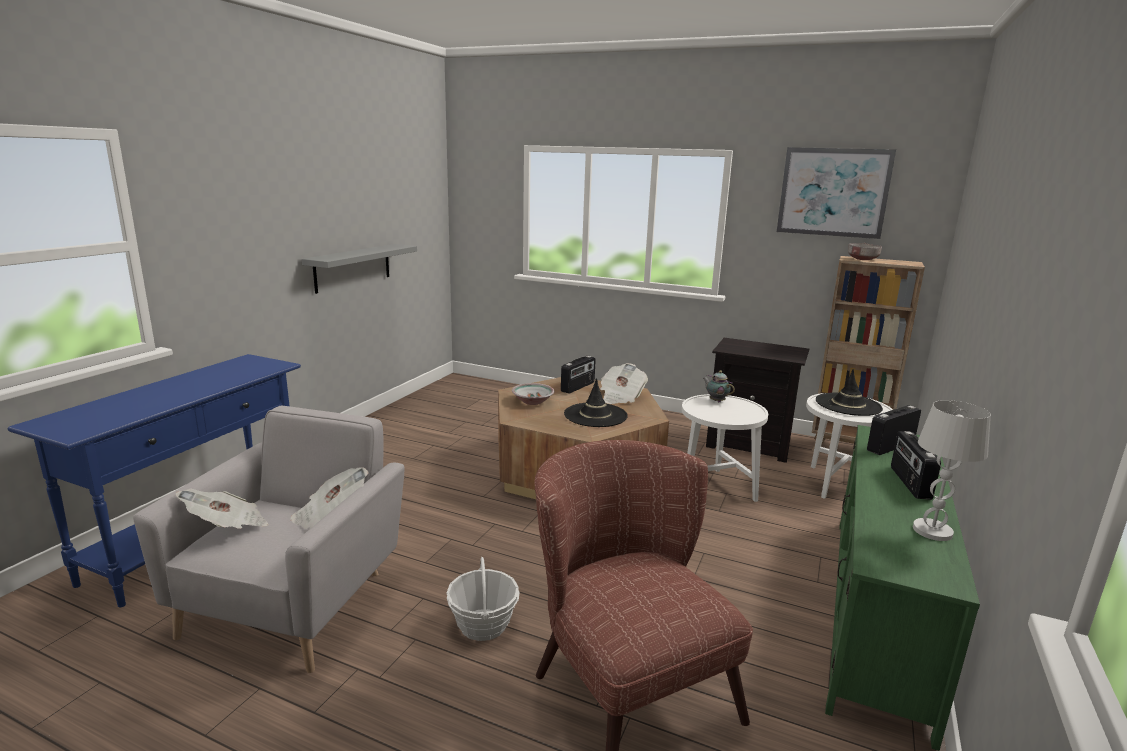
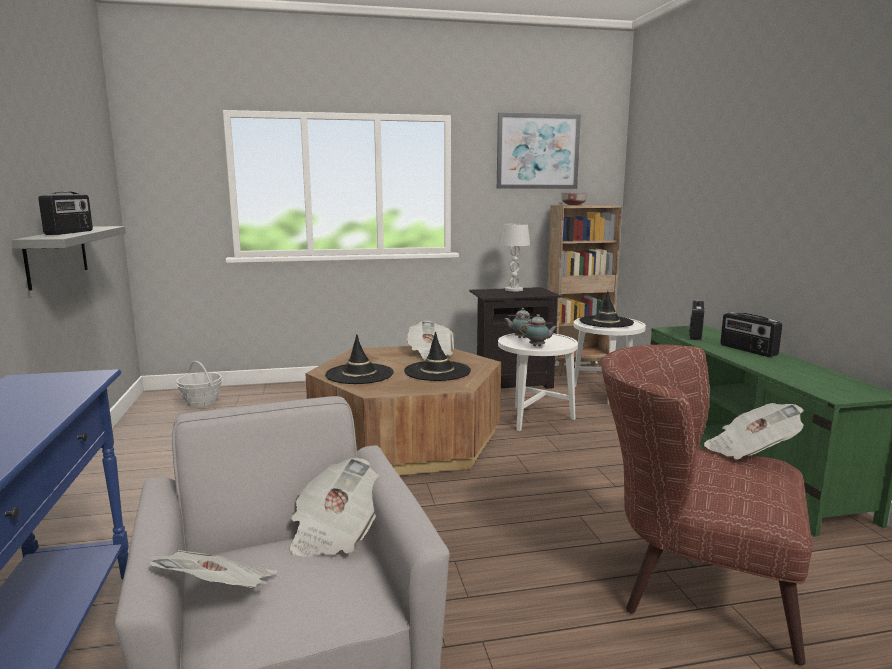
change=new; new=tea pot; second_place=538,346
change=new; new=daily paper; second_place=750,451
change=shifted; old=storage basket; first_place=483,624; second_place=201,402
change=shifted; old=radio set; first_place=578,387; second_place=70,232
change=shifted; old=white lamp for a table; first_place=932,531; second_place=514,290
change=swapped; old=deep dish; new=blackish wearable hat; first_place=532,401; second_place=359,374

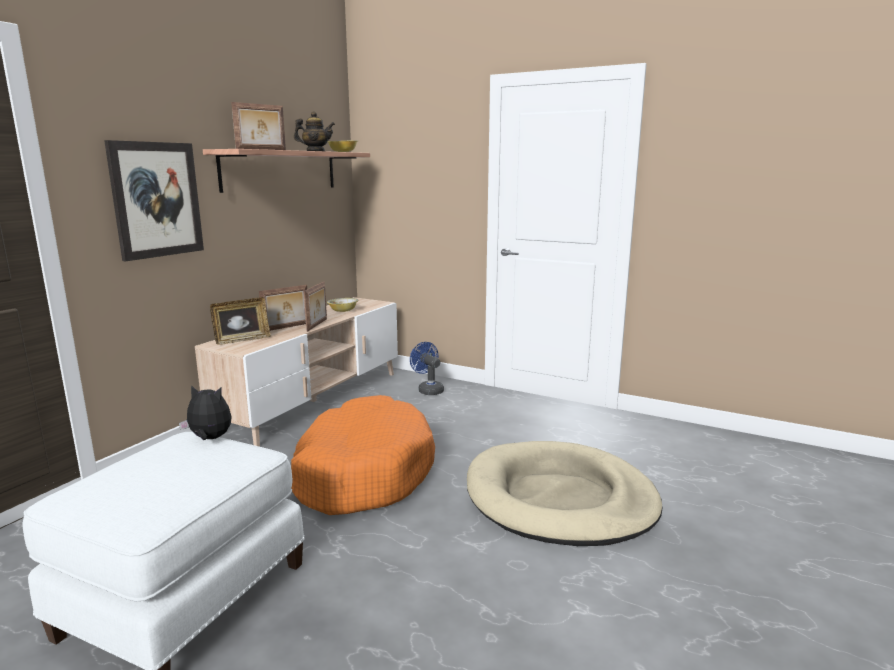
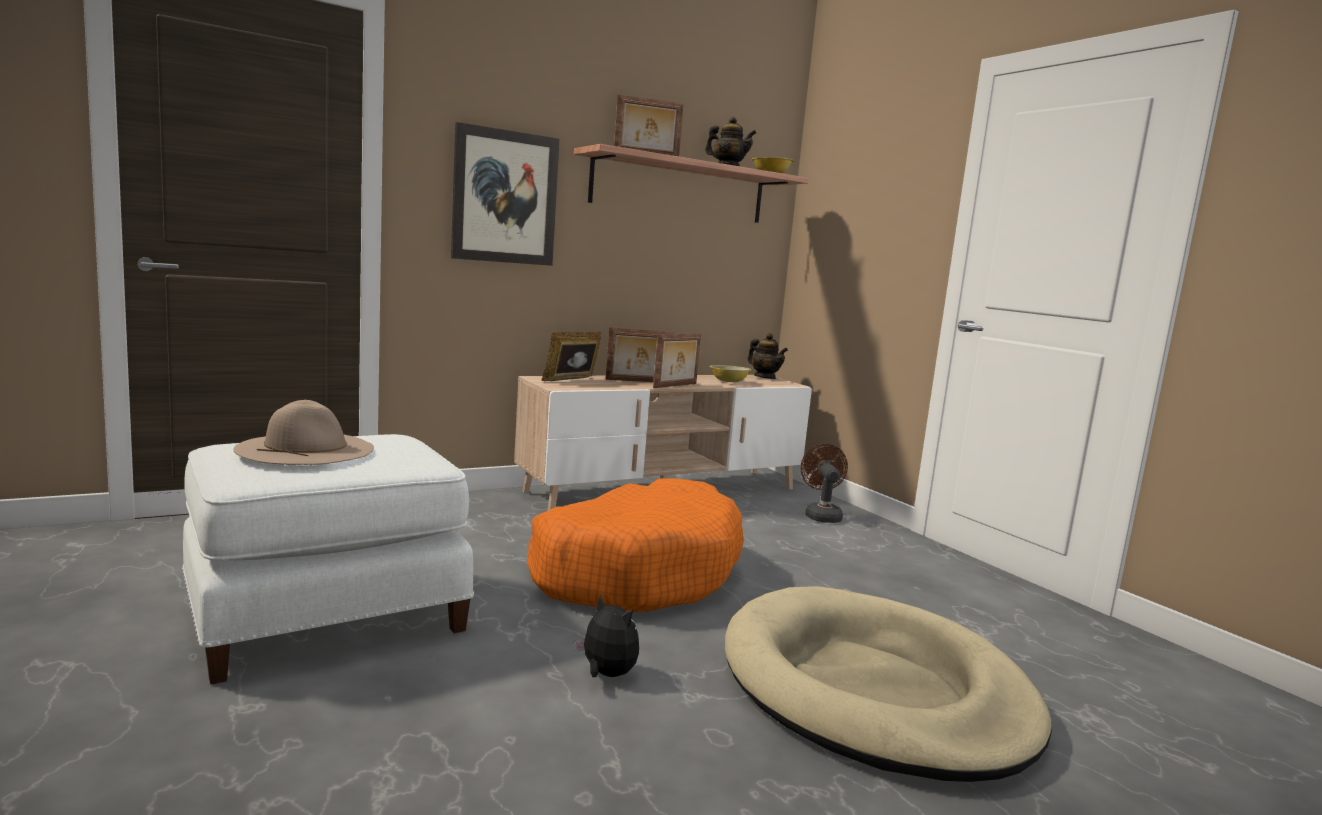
change=new; new=sand-coloured wearable hat; second_place=306,448
change=new; new=tea pot; second_place=765,377
change=shifted; old=cuddly toy; first_place=209,439; second_place=606,674
change=repainted; old=bluish fan; new=brown fan; first_place=428,390; second_place=821,515
change=rotated; old=picture frame; first_place=242,340; second_place=572,381; degrees=135

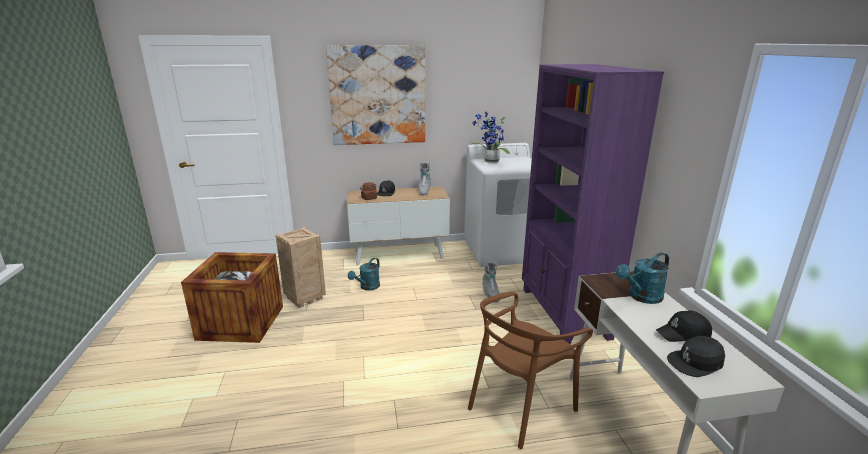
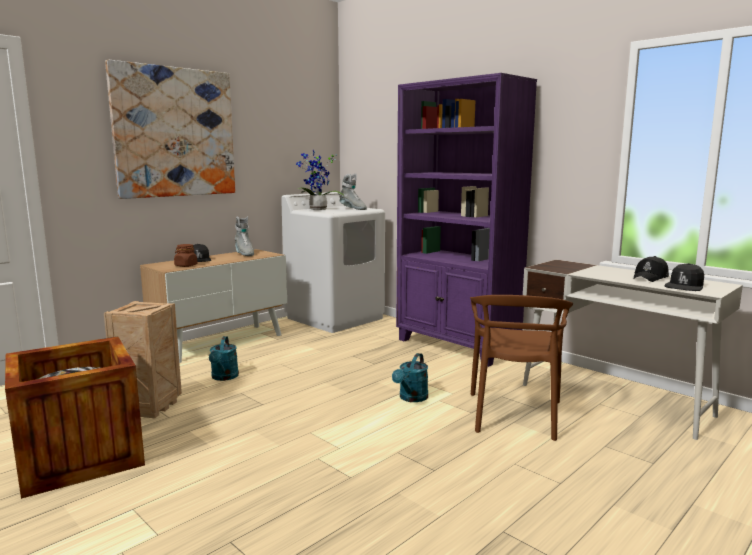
change=shifted; old=greyish boot; first_place=490,294; second_place=352,209
change=shifted; old=blue-green watering can; first_place=641,297; second_place=411,398

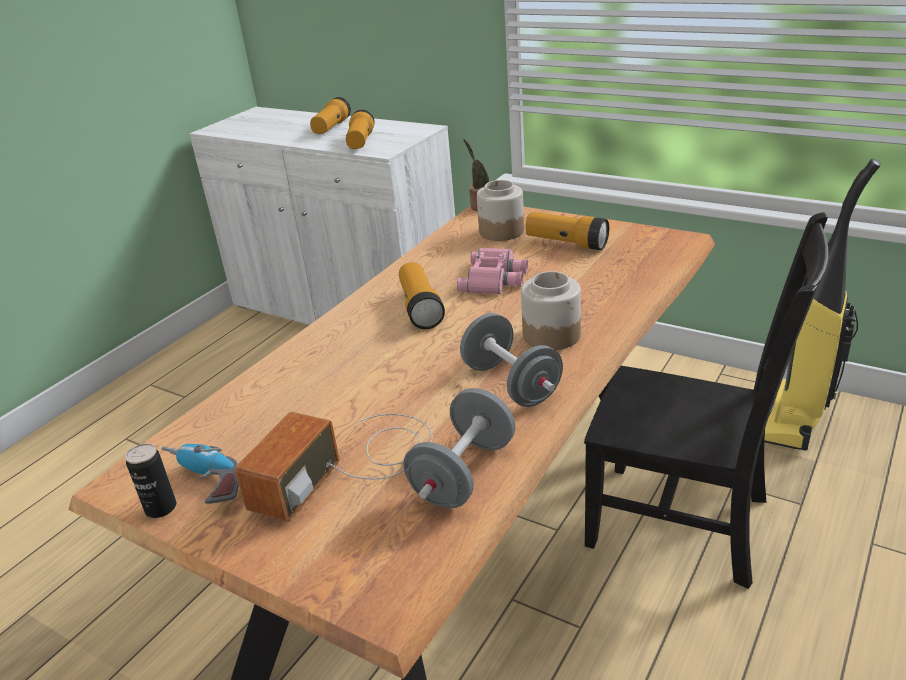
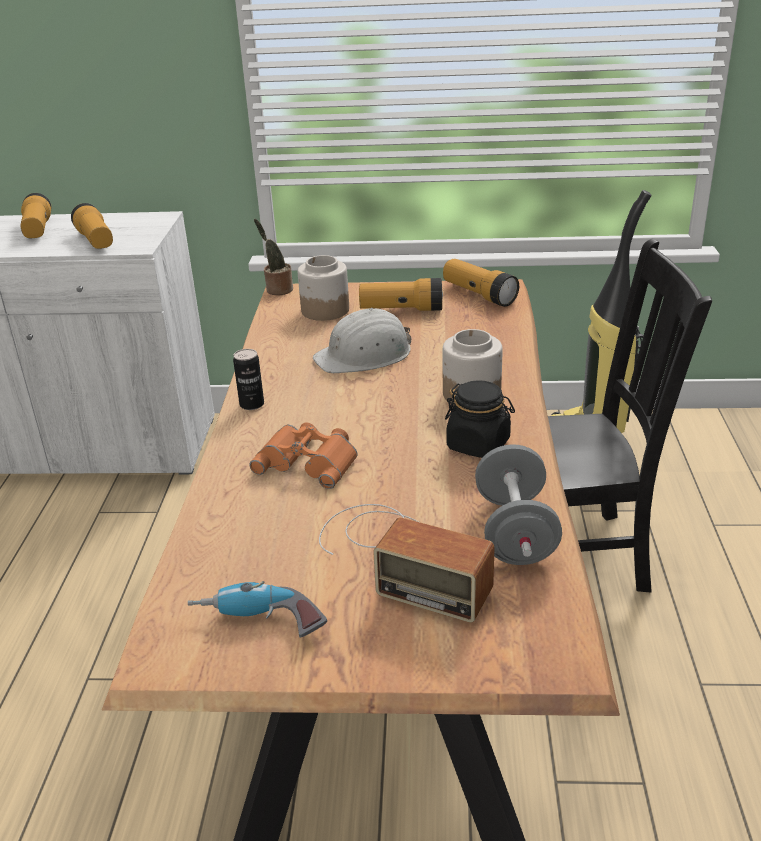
change=new; new=orangey field glasses; second_place=309,461
change=shifted; old=sealed can; first_place=161,508; second_place=252,404
change=shifted; old=flashlight; first_place=420,308; second_place=479,294
change=swapped; old=pinkish field glasses; new=white work helmet; first_place=495,278; second_place=365,355
change=swapped; old=greyish dumbbell; new=blackish preserve jar; first_place=511,384; second_place=478,444
change=rotated; old=radio set; first_place=351,464; second_place=400,556; degrees=-60

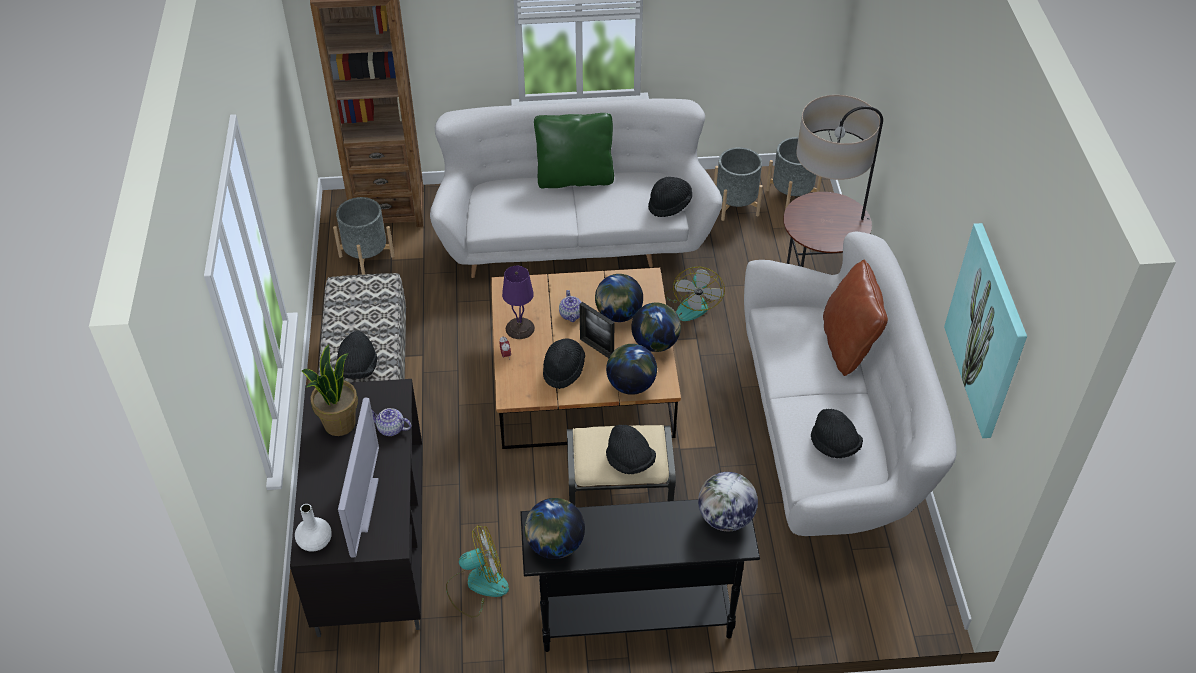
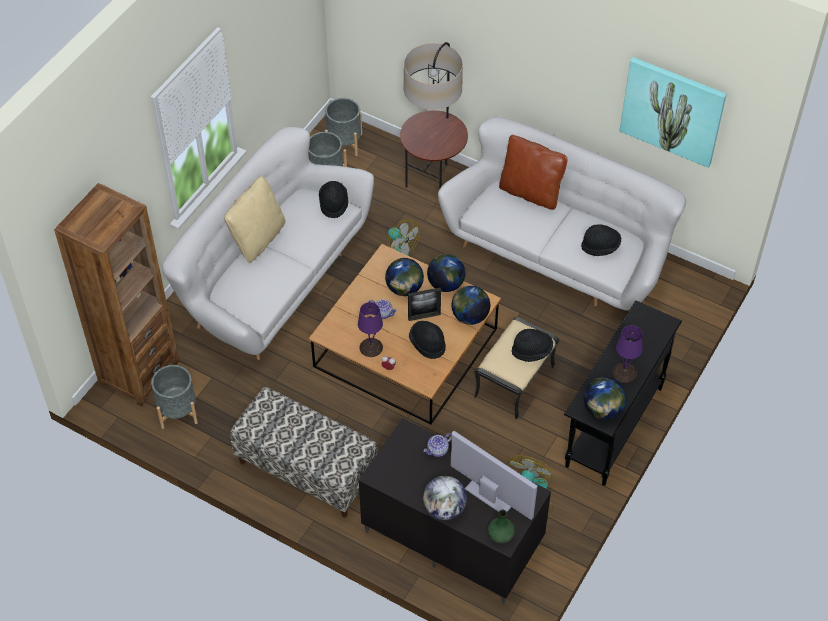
change=gone; old=houseplant; first_place=339,423
change=gone; old=blackish wearable hat; first_place=357,368
change=new; new=purple-coloured lamp for a table; second_place=625,372
change=shifted; old=desk globe; first_place=725,518; second_place=444,508
change=repainted; old=white decorative vase; new=greenish decorative vase; first_place=315,541; second_place=500,534
change=repainted; old=greenish pillow; new=sand-coloured pillow; first_place=574,178; second_place=258,239

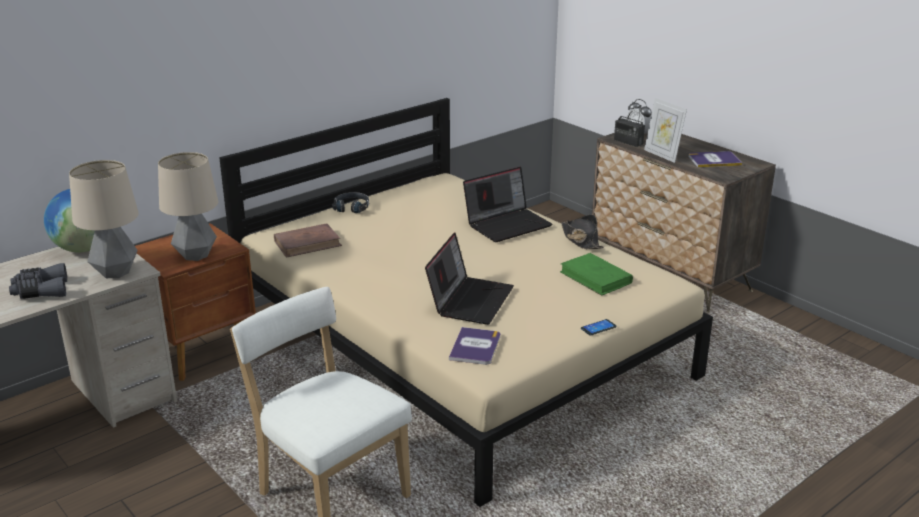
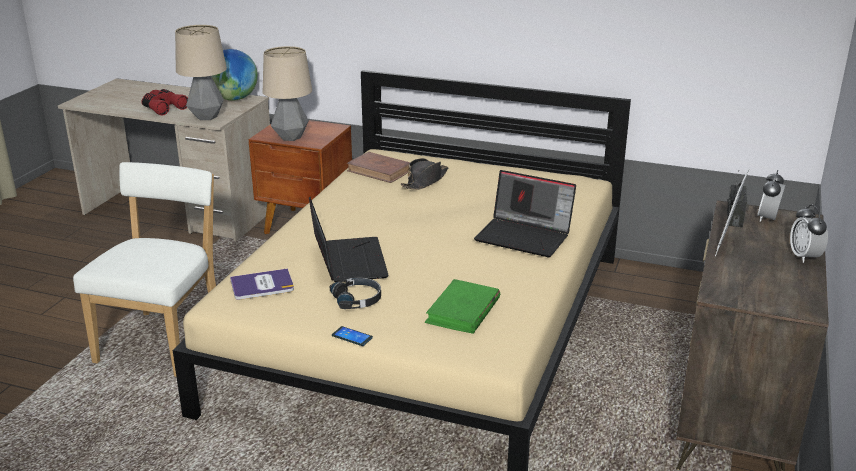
change=gone; old=volume; first_place=714,160
change=new; new=alarm clock; second_place=804,257
change=shifted; old=blackish pair of headphones; first_place=352,207; second_place=357,299
change=shifted; old=blackish wearable hat; first_place=581,239; second_place=425,181
change=repainted; old=greyish field glasses; new=reddish field glasses; first_place=40,291; second_place=163,108
change=rotated; old=laptop; first_place=470,300; second_place=347,260; degrees=-90

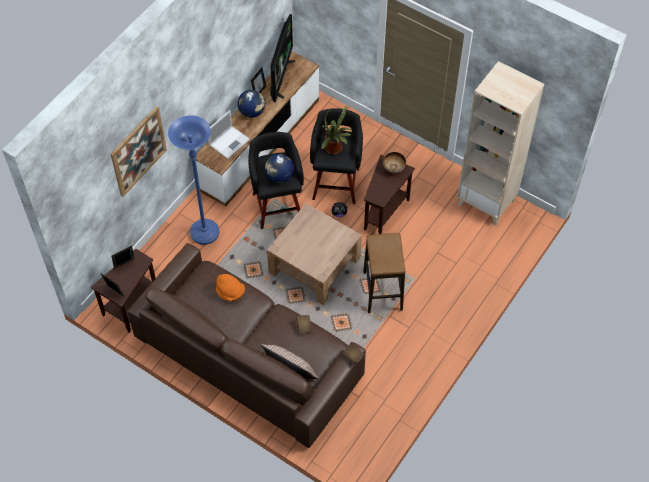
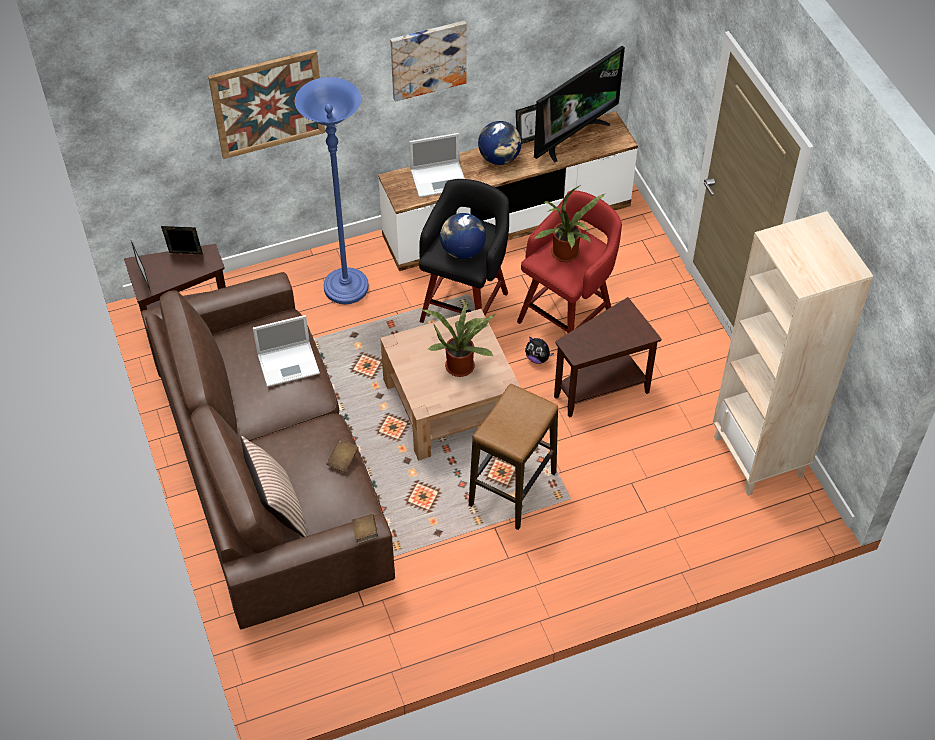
change=gone; old=deep dish; first_place=394,169
change=new; new=picture; second_place=428,59
change=new; new=houseplant; second_place=461,364
change=swapped; old=orangey wearable hat; new=laptop; first_place=230,292; second_place=289,363
change=repainted; old=blackish stool seat; new=reddish stool seat; first_place=336,182; second_place=567,317

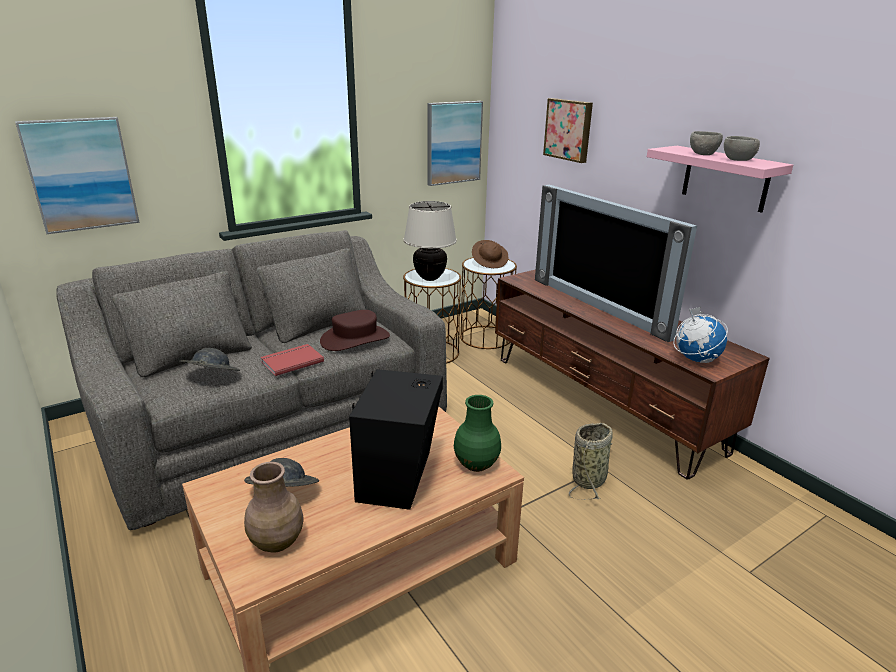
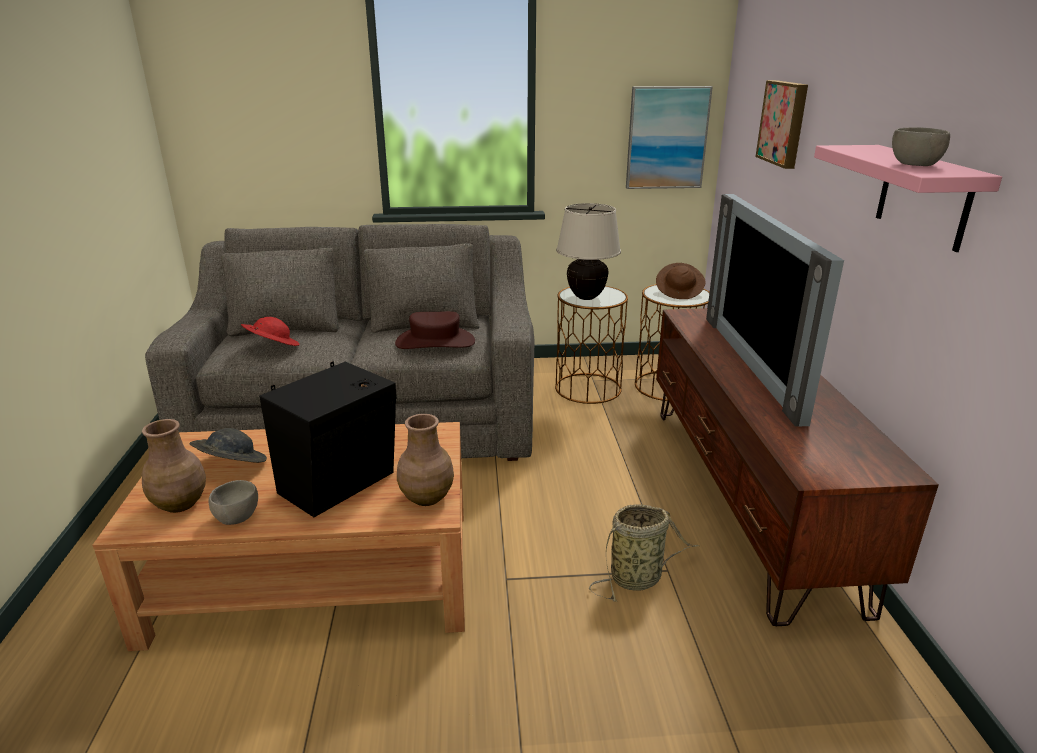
change=gone; old=picture; first_place=81,174
change=gone; old=reddish volume; first_place=291,361
change=gone; old=desk globe; first_place=695,359
change=shifted; old=greyish deep dish; first_place=702,154; second_place=236,517
change=repainted; old=greyish wearable hat; new=reddish wearable hat; first_place=211,377; second_place=272,347
change=repainted; old=greenish decorative vase; new=brown decorative vase; first_place=475,464; second_place=426,497

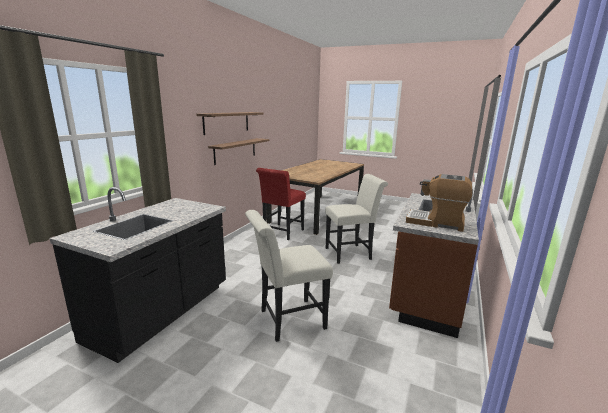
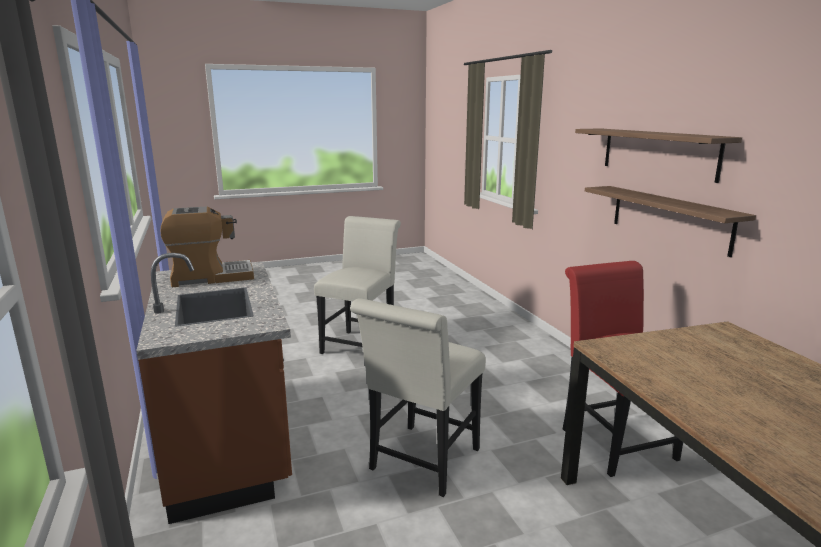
change=gone; old=blackish kitchen base unit; first_place=162,313

